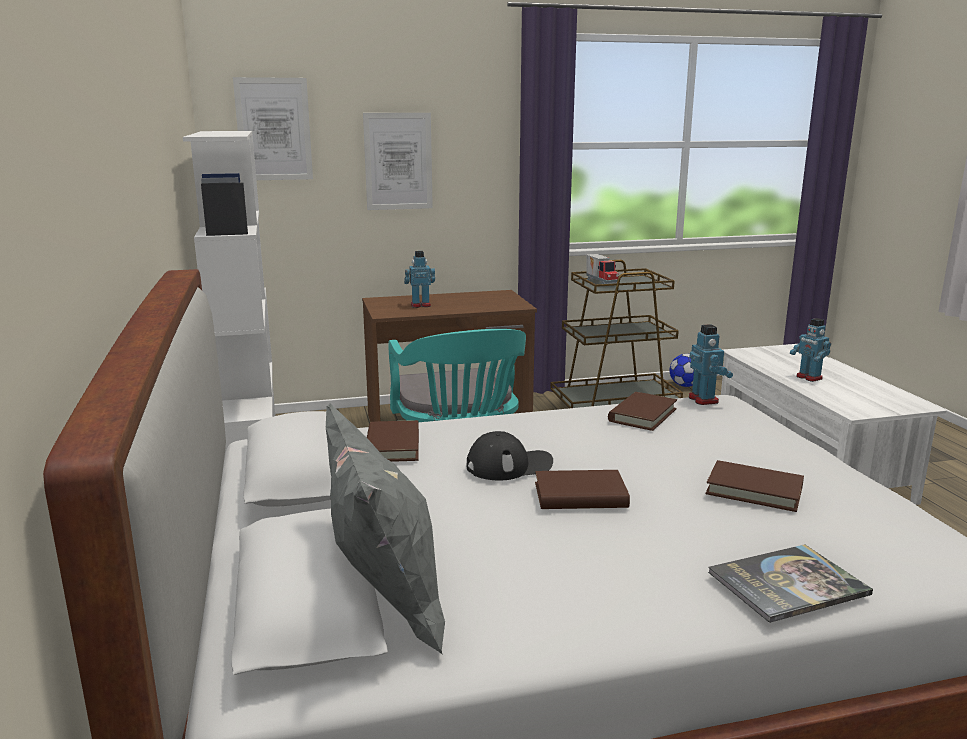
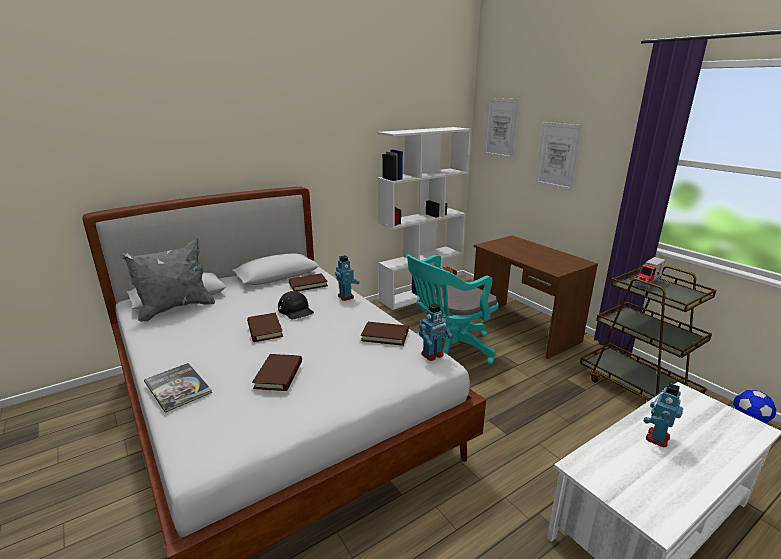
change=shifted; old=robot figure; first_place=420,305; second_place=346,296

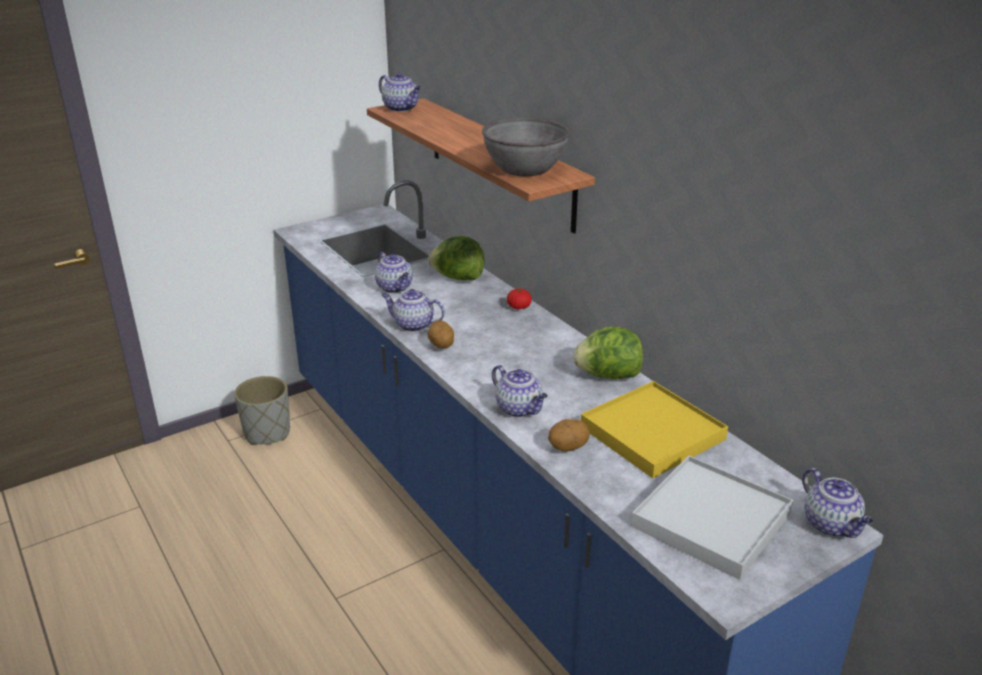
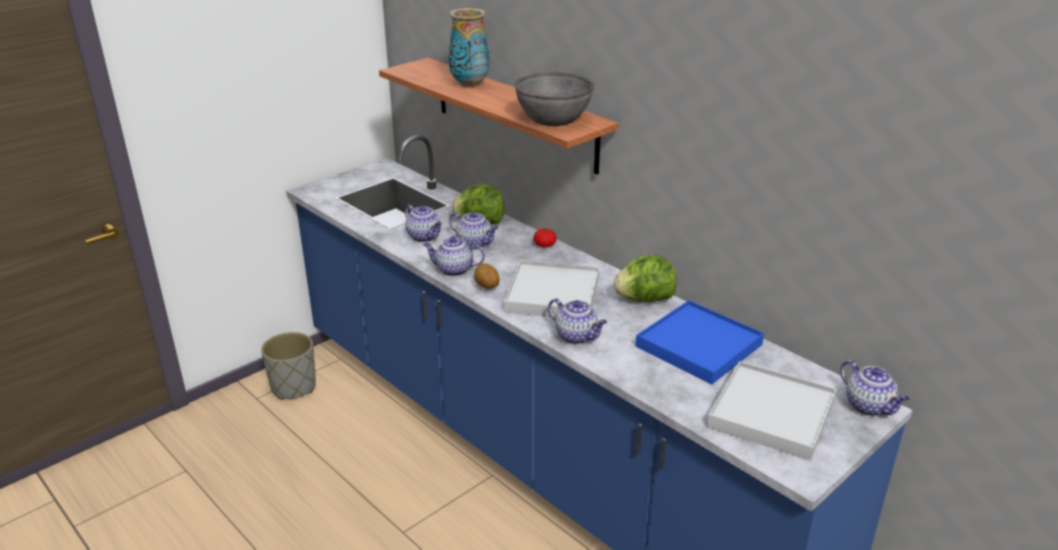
change=gone; old=spud; first_place=568,447
change=new; new=decorative vase; second_place=470,84
change=new; new=white carrying tray; second_place=552,294
change=shifted; old=tea pot; first_place=401,108; second_place=475,243
change=repainted; old=yellowish carrying tray; new=bluish carrying tray; first_place=652,433; second_place=698,345

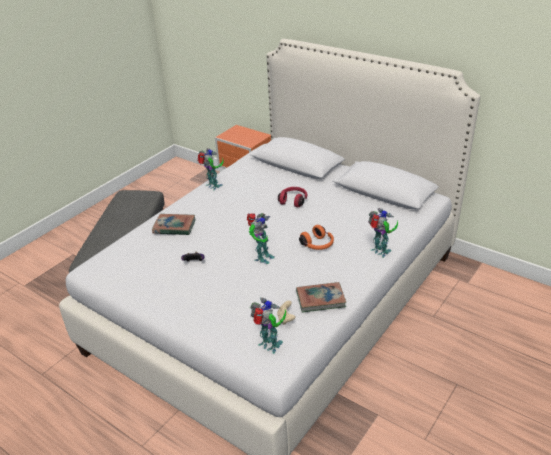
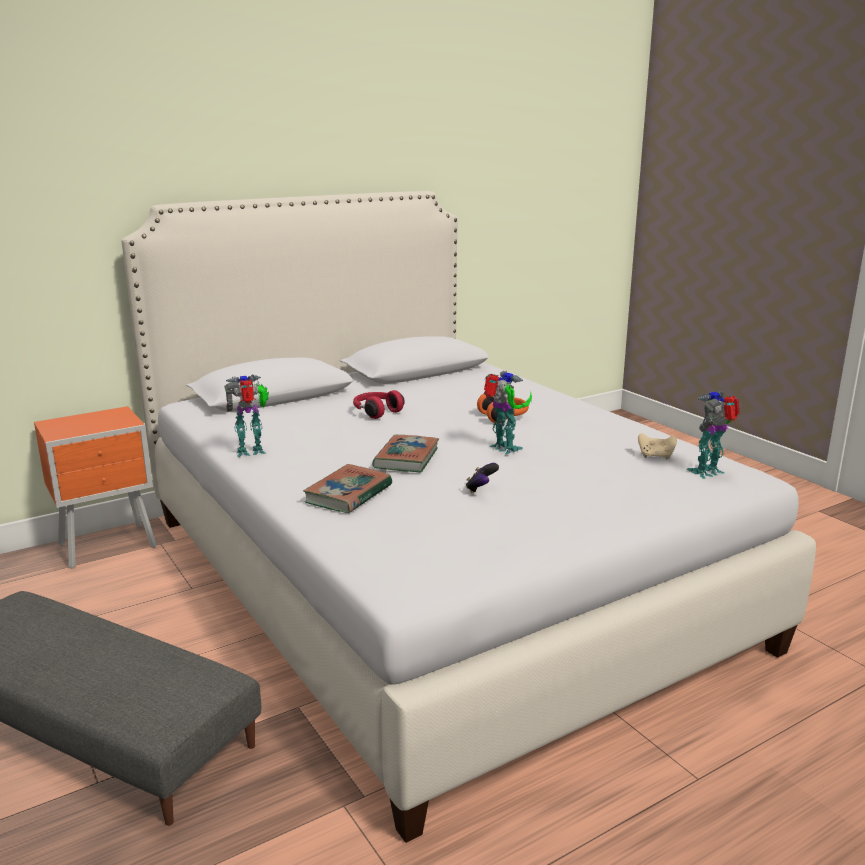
change=gone; old=robot figure; first_place=380,252
change=shifted; old=volume; first_place=320,299; second_place=406,458

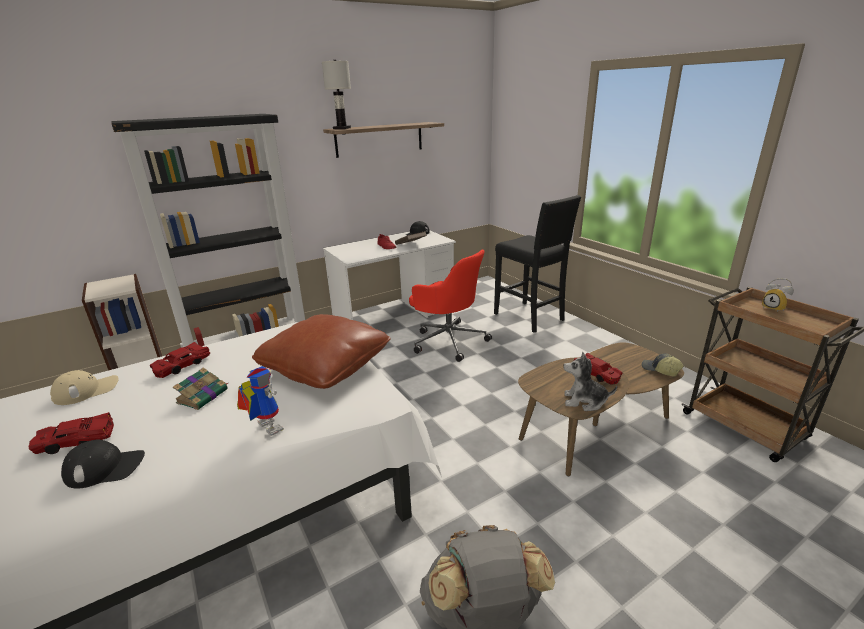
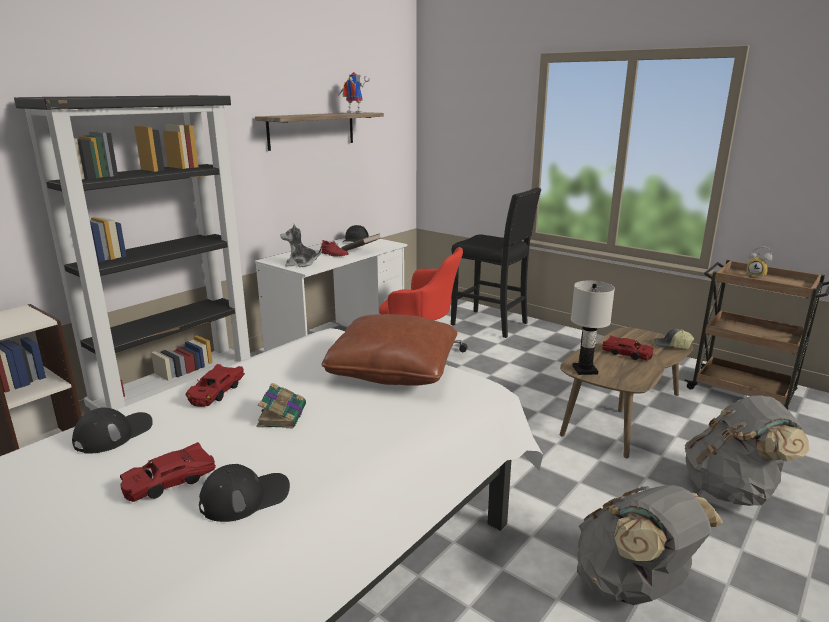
change=new; new=greyish backpack; second_place=732,490
change=shifted; old=robot figure; first_place=264,428; second_place=352,113
change=shifted; old=white lamp for a table; first_place=341,128; second_place=584,370
change=shifted; old=cuddly toy; first_place=584,401; second_place=301,263
change=repainted; old=sand-coloured baseball cap; new=blackish baseball cap; first_place=87,390; second_place=114,433

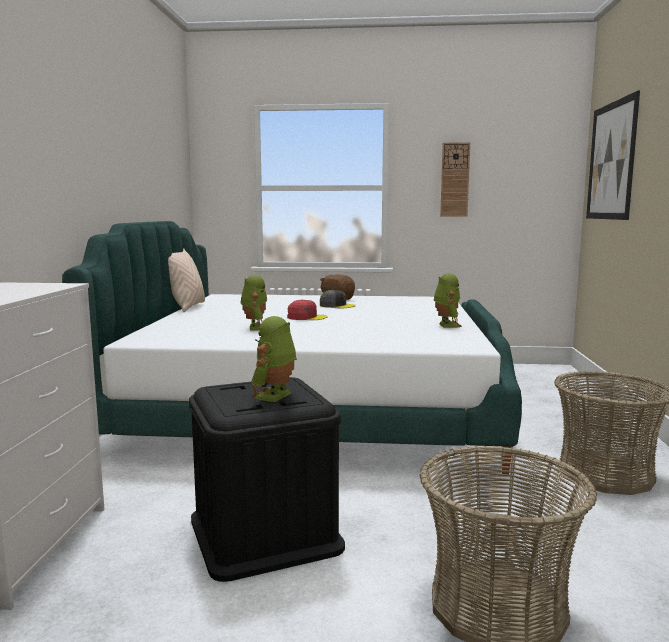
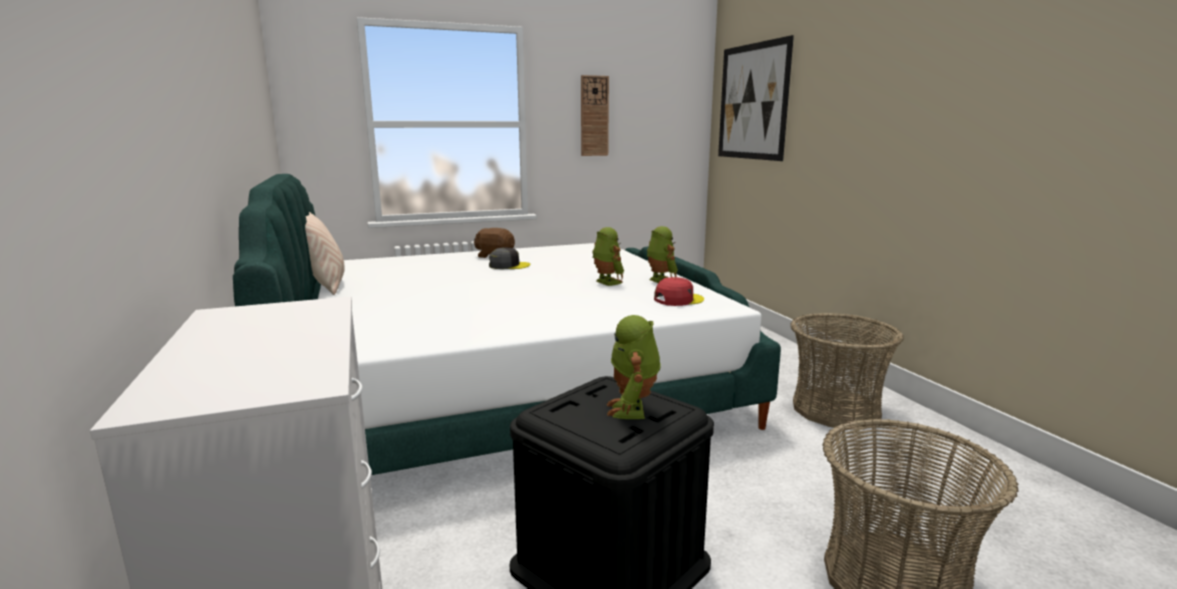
change=shifted; old=robot figure; first_place=255,328; second_place=606,282
change=shifted; old=reddish baseball cap; first_place=306,317; second_place=678,300

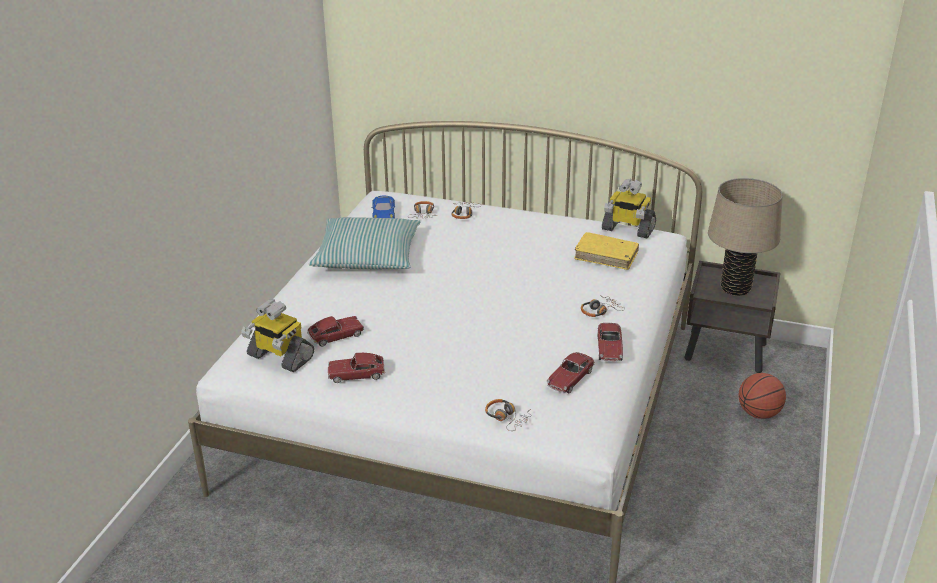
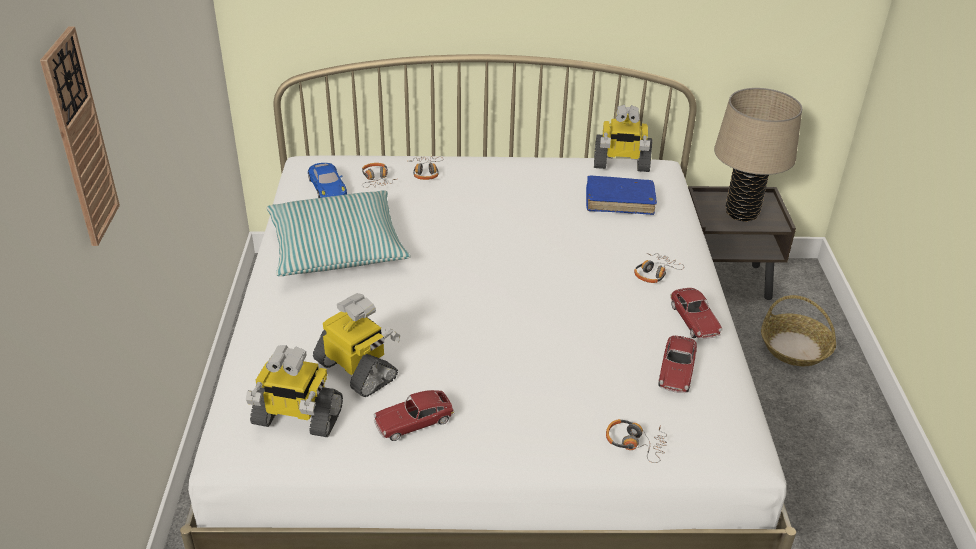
change=new; new=clock on the wall; second_place=80,139
change=swapped; old=toy car; new=robot figure; first_place=336,336; second_place=357,370
change=swapped; old=ball for basketball; new=storage basket; first_place=758,413; second_place=794,348
change=repainted; old=yellowish volume; new=bluish volume; first_place=606,256; second_place=619,201

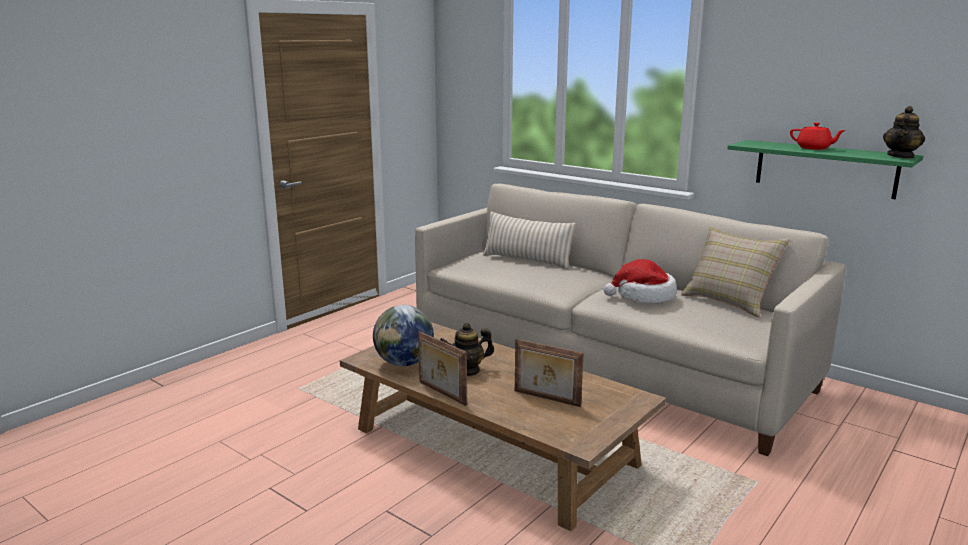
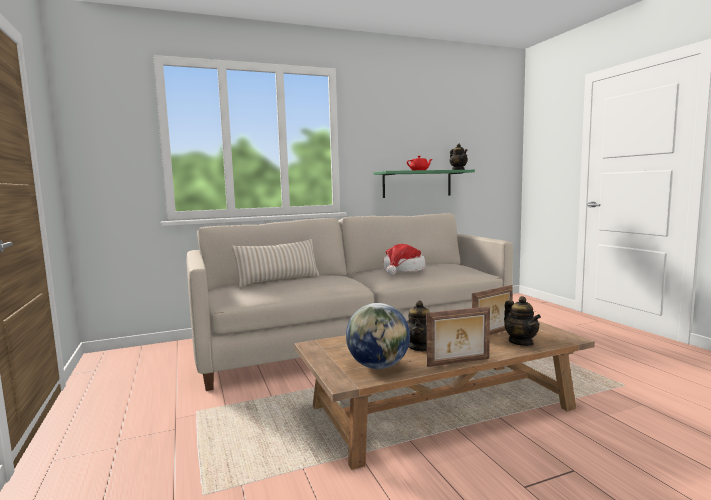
change=gone; old=sand-coloured pillow; first_place=729,301
change=new; new=tea pot; second_place=521,342

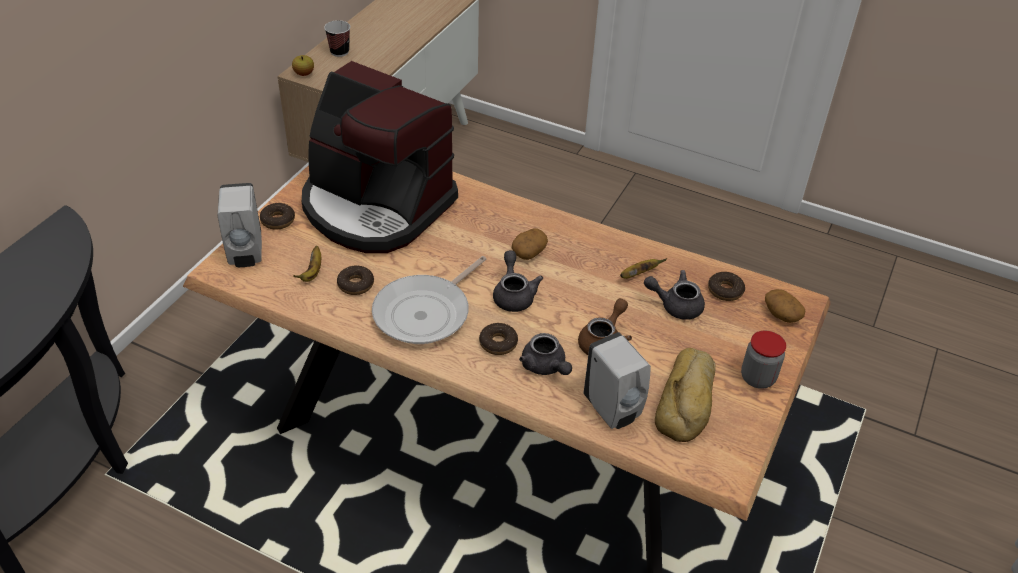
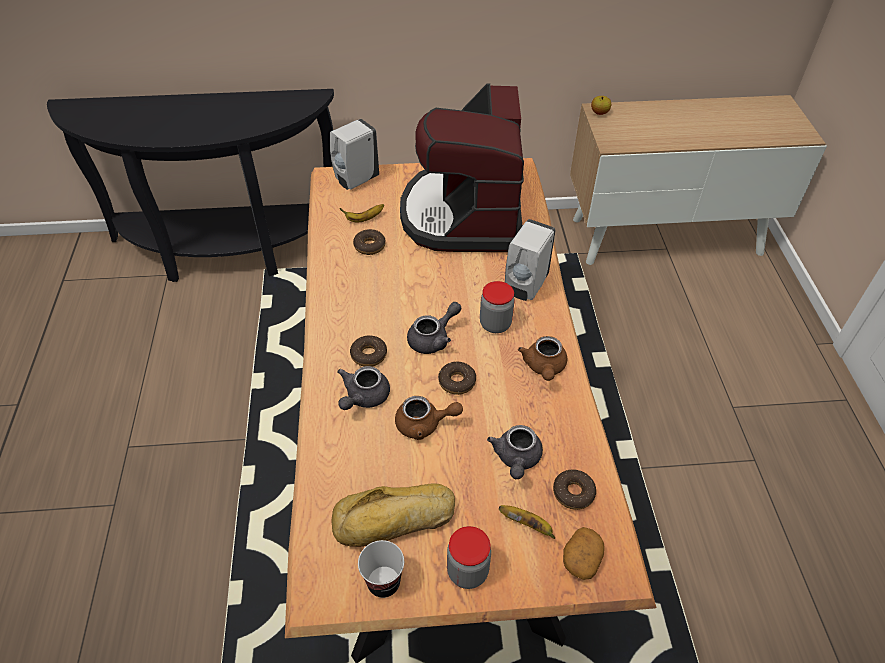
change=gone; old=skillet; first_place=426,313
change=new; new=brown tea pot; second_place=544,367
change=shifted; old=doughnut; first_place=278,220; second_place=457,382
change=shifted; old=small cup; first_place=339,52; second_place=383,583
change=shifted; old=white liquid soap bottle; first_place=613,411; second_place=525,287
change=shifted; old=banana; first_place=638,274; second_place=527,524
change=swapped; old=spud; new=preserve jar; first_place=529,251; second_place=495,324
change=rotated; old=greyish tea pot; first_place=675,305; second_place=516,459; degrees=-150

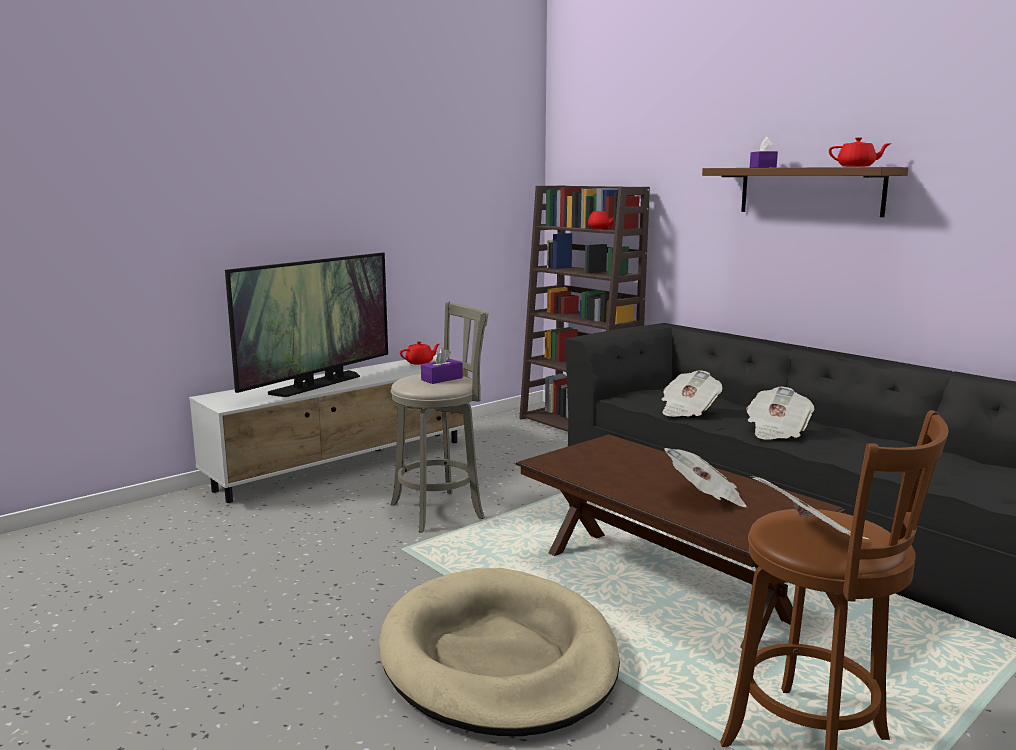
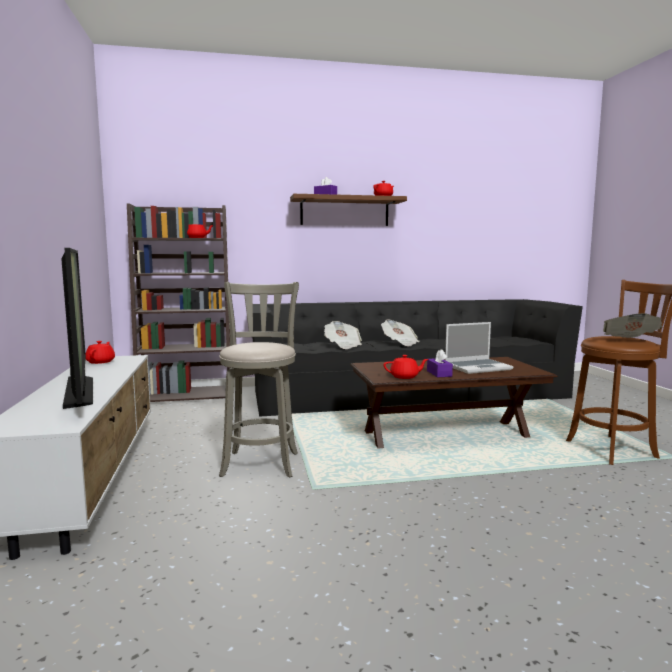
change=gone; old=sand-coloured dog cushion; first_place=498,658
change=new; new=reddish tea pot; second_place=405,377
change=shifted; old=purple-coloured tissue holder; first_place=442,379; second_place=439,373
change=swapped; old=daily paper; new=laptop; first_place=705,498; second_place=478,367

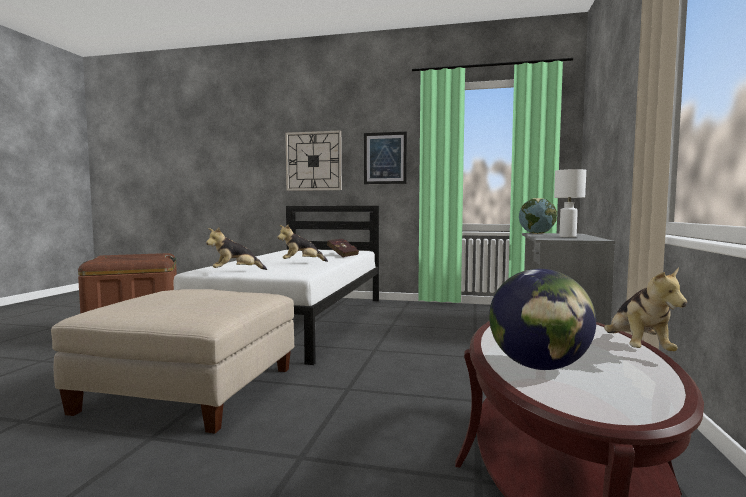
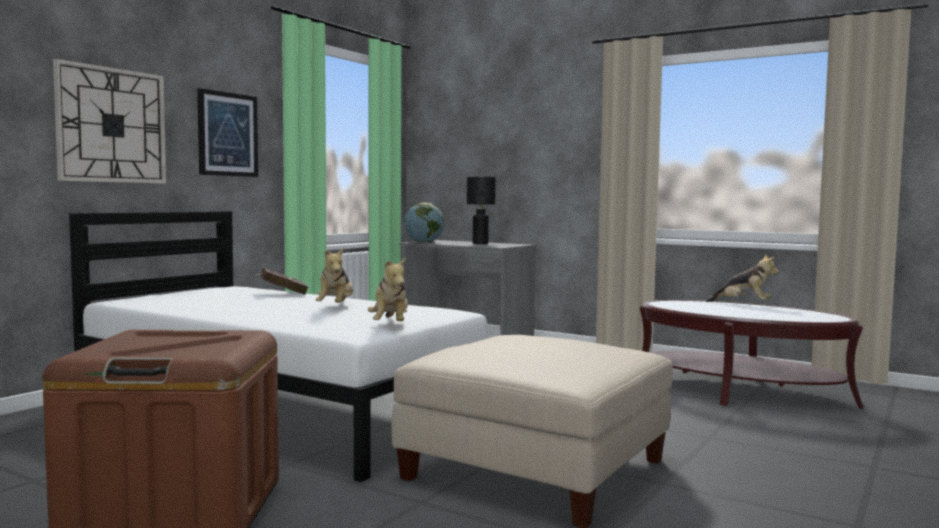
change=gone; old=desk globe; first_place=539,367
change=repainted; old=white lamp for a table; new=blackish lamp for a table; first_place=567,237; second_place=480,243

